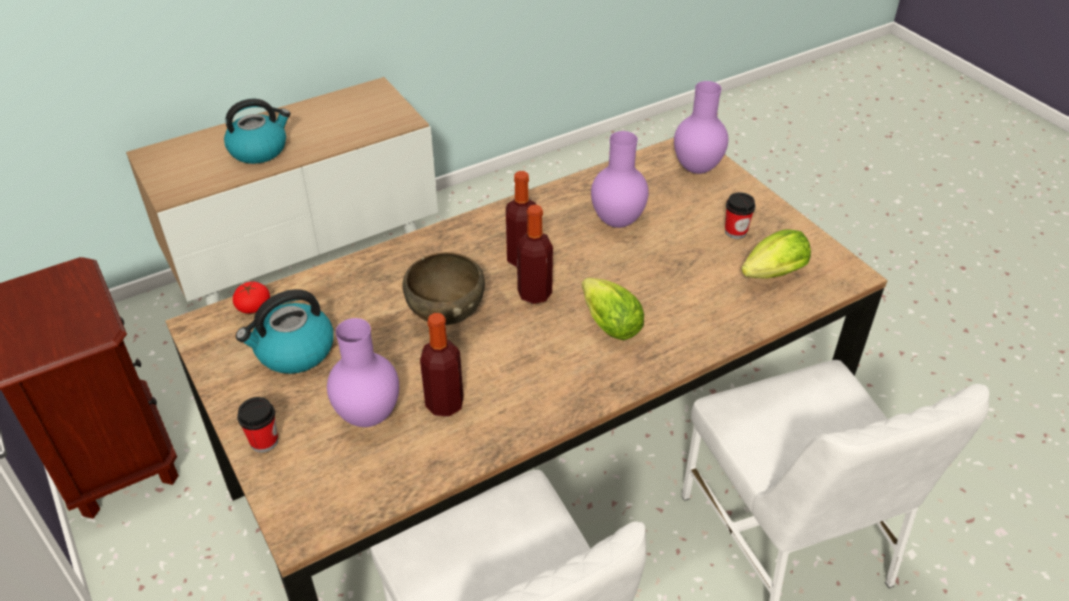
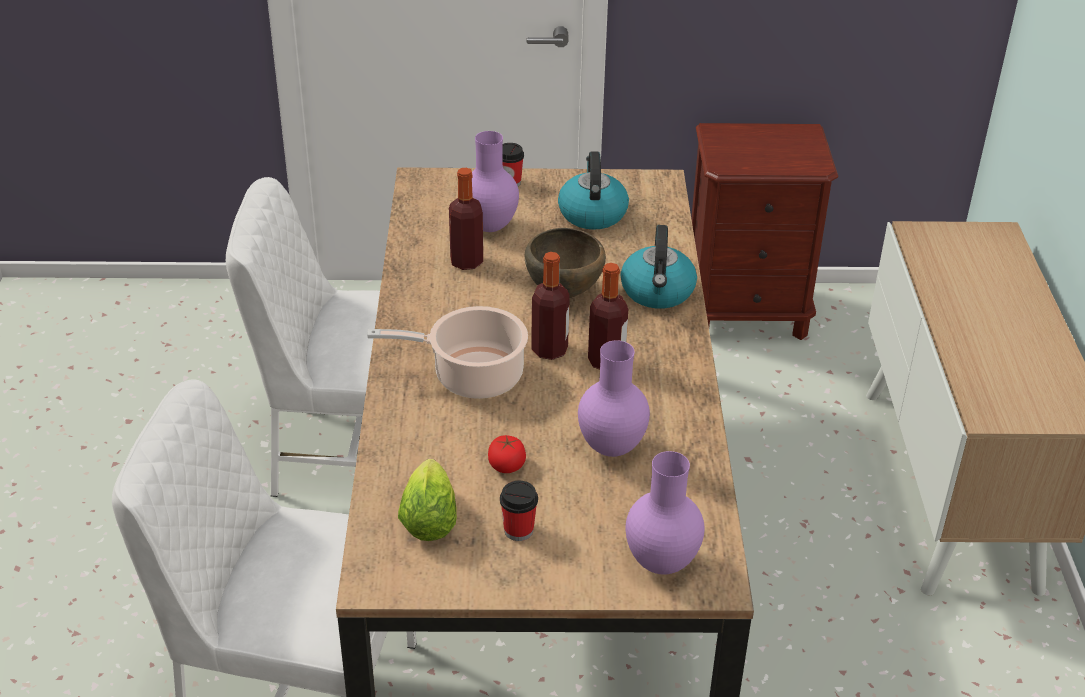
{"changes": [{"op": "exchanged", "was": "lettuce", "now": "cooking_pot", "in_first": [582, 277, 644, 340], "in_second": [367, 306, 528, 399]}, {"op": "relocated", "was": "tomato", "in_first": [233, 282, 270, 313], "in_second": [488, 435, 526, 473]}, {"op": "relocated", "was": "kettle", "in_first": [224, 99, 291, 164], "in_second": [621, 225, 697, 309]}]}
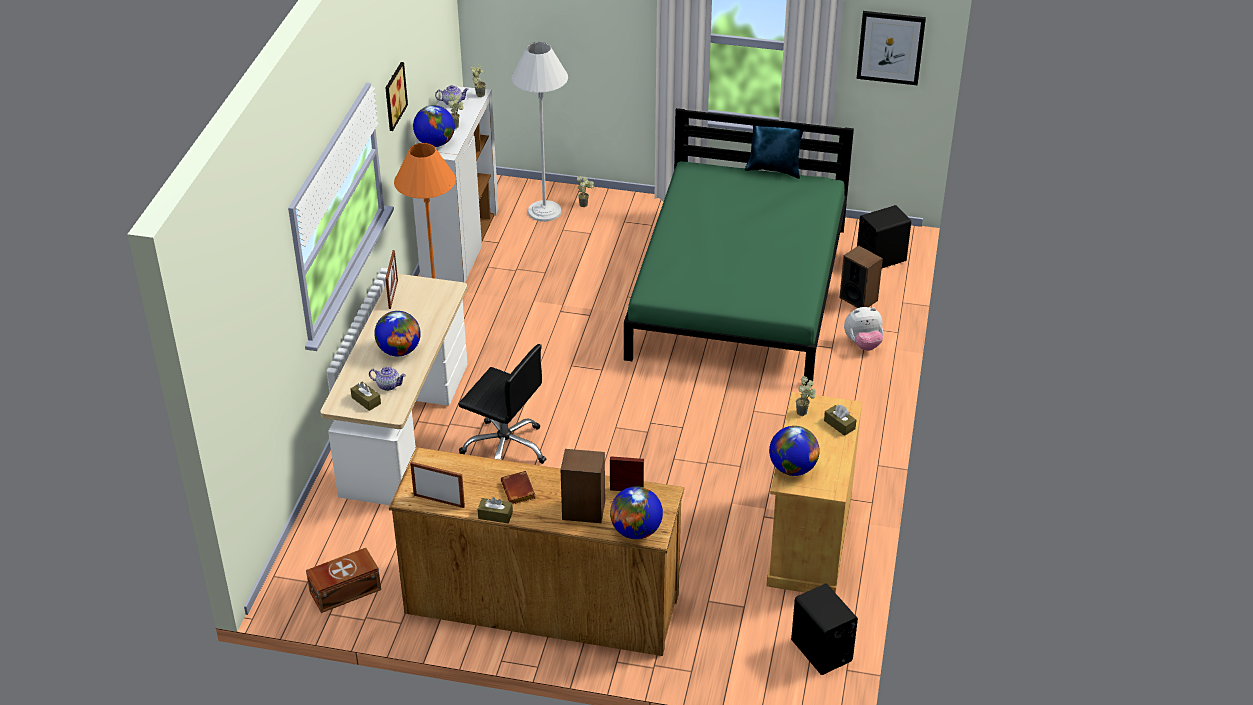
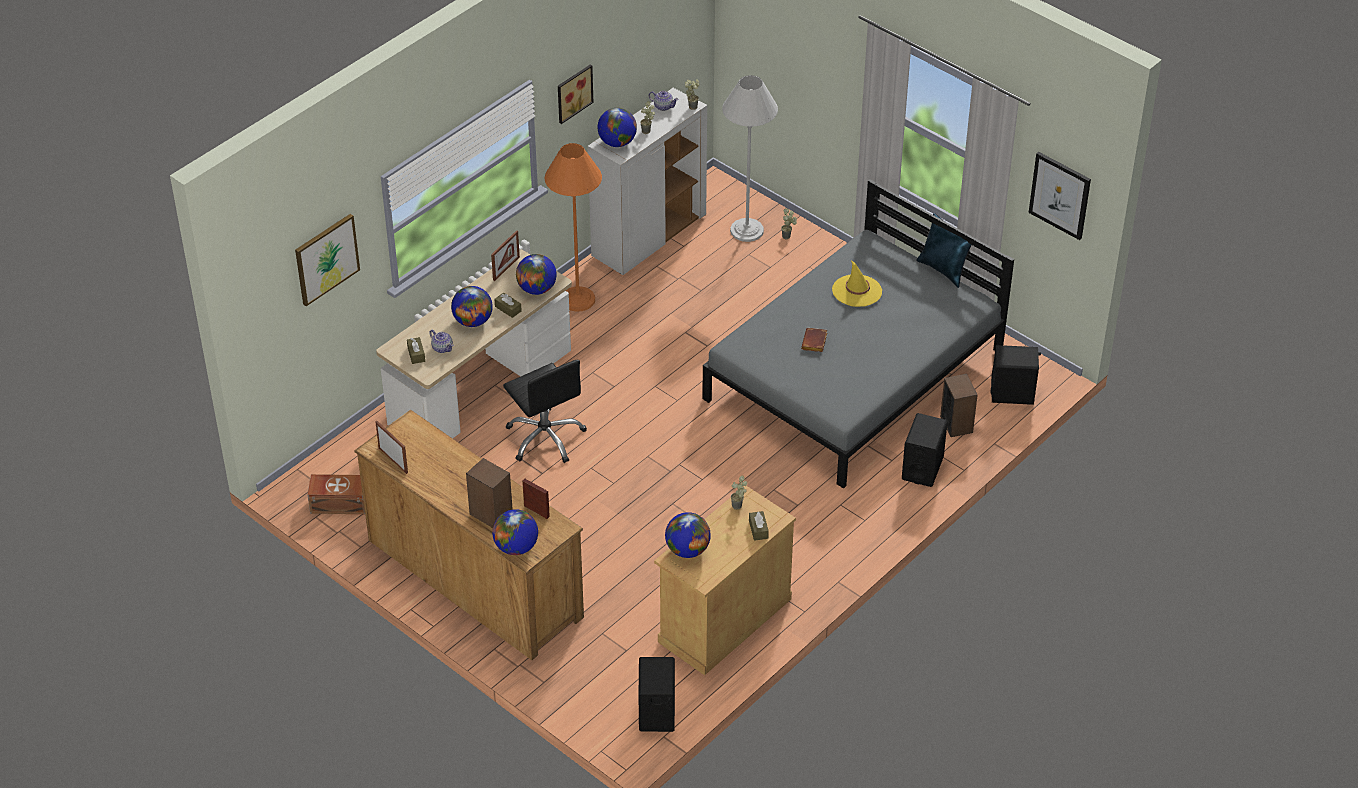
{"changes": [{"op": "appeared", "now": "picture", "in_second": [295, 214, 360, 306]}, {"op": "relocated", "was": "brown_tissue_box", "in_first": [478, 497, 513, 523], "in_second": [494, 292, 522, 318]}, {"op": "appeared", "now": "globe", "in_second": [516, 254, 557, 295]}, {"op": "colour", "was": "green_bed", "now": "grey_bed", "in_first": [624, 108, 854, 386], "in_second": [702, 179, 1014, 489]}, {"op": "relocated", "was": "brown_book", "in_first": [501, 471, 536, 504], "in_second": [801, 328, 827, 352]}, {"op": "appeared", "now": "yellow_hat", "in_second": [832, 260, 882, 307]}, {"op": "exchanged", "was": "plush_toy", "now": "black_speaker", "in_first": [844, 307, 884, 351], "in_second": [902, 413, 947, 487]}]}
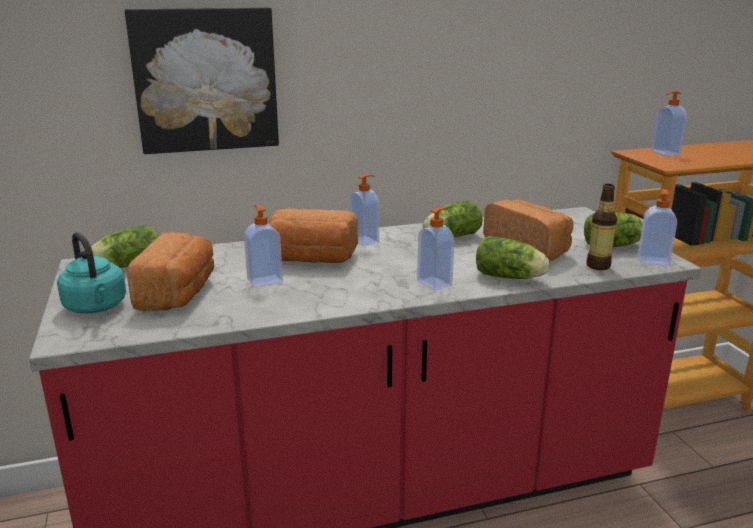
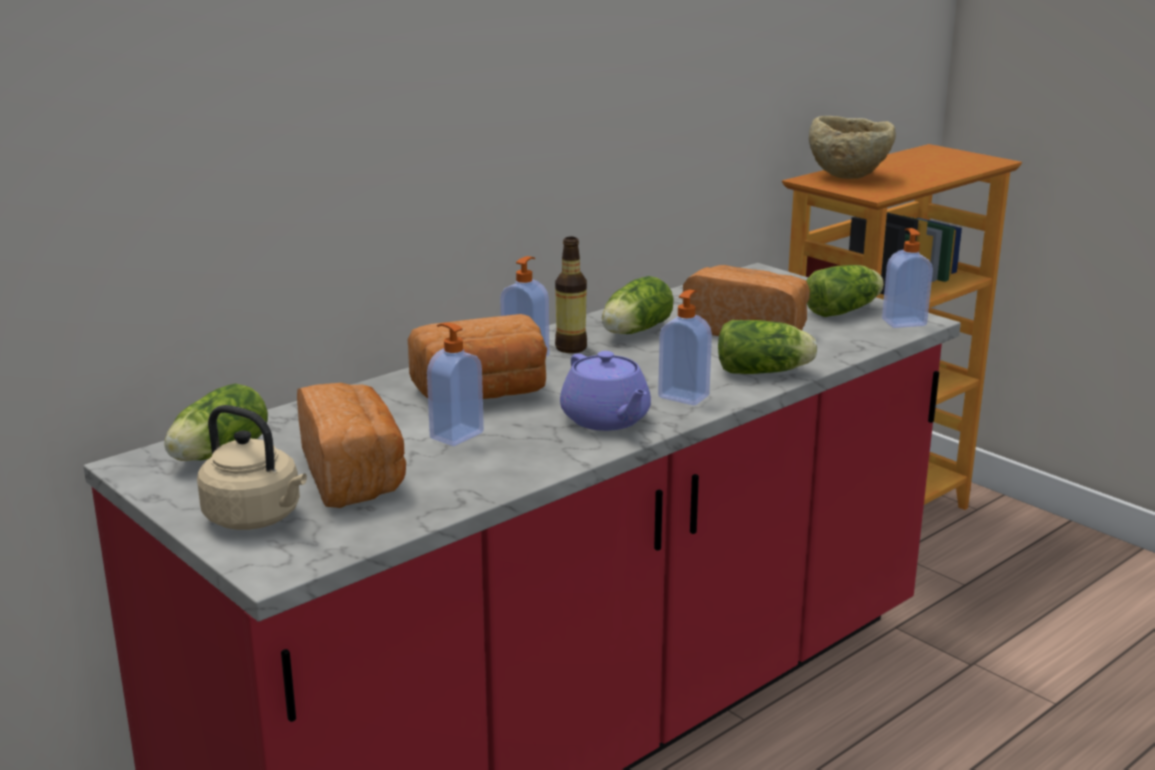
{"changes": [{"op": "colour", "was": "turquoise_kettle", "now": "beige_kettle", "in_first": [57, 232, 126, 314], "in_second": [197, 405, 307, 530]}, {"op": "relocated", "was": "bottle", "in_first": [587, 184, 617, 270], "in_second": [555, 237, 587, 353]}, {"op": "appeared", "now": "purple_teapot", "in_second": [560, 351, 651, 431]}, {"op": "exchanged", "was": "soap_dispenser", "now": "beige_bowl", "in_first": [651, 91, 687, 156], "in_second": [809, 116, 896, 179]}, {"op": "missing", "was": "picture", "in_first": [125, 7, 279, 154]}]}
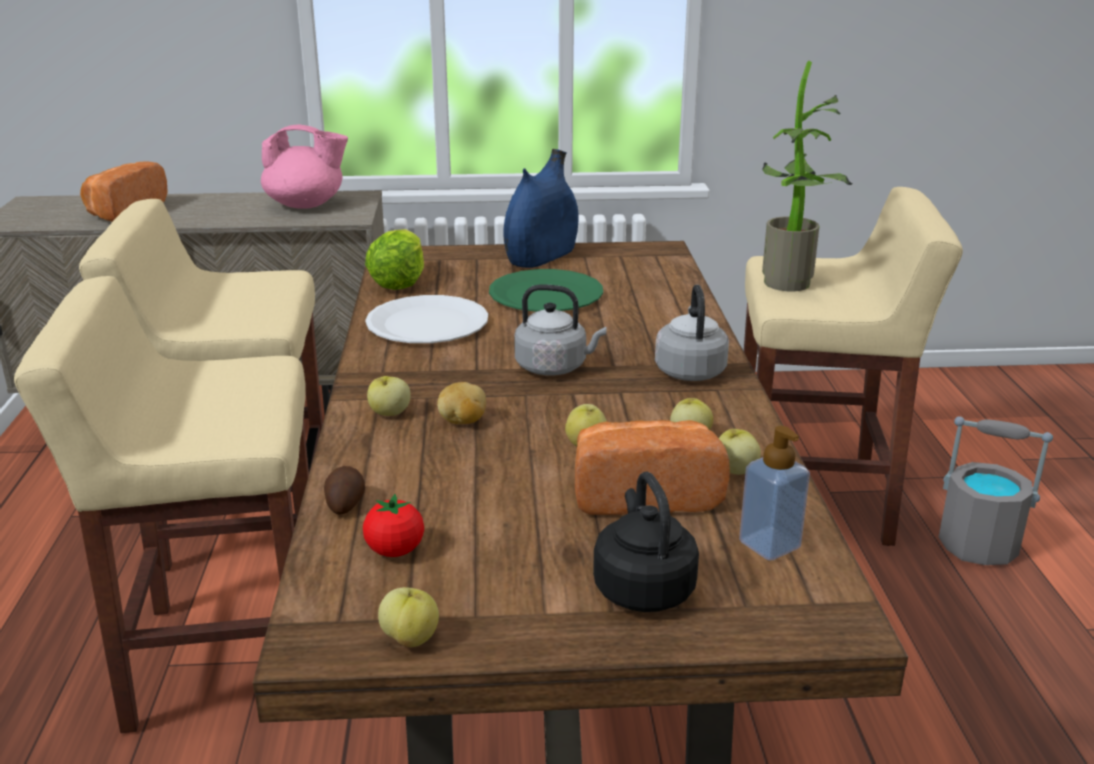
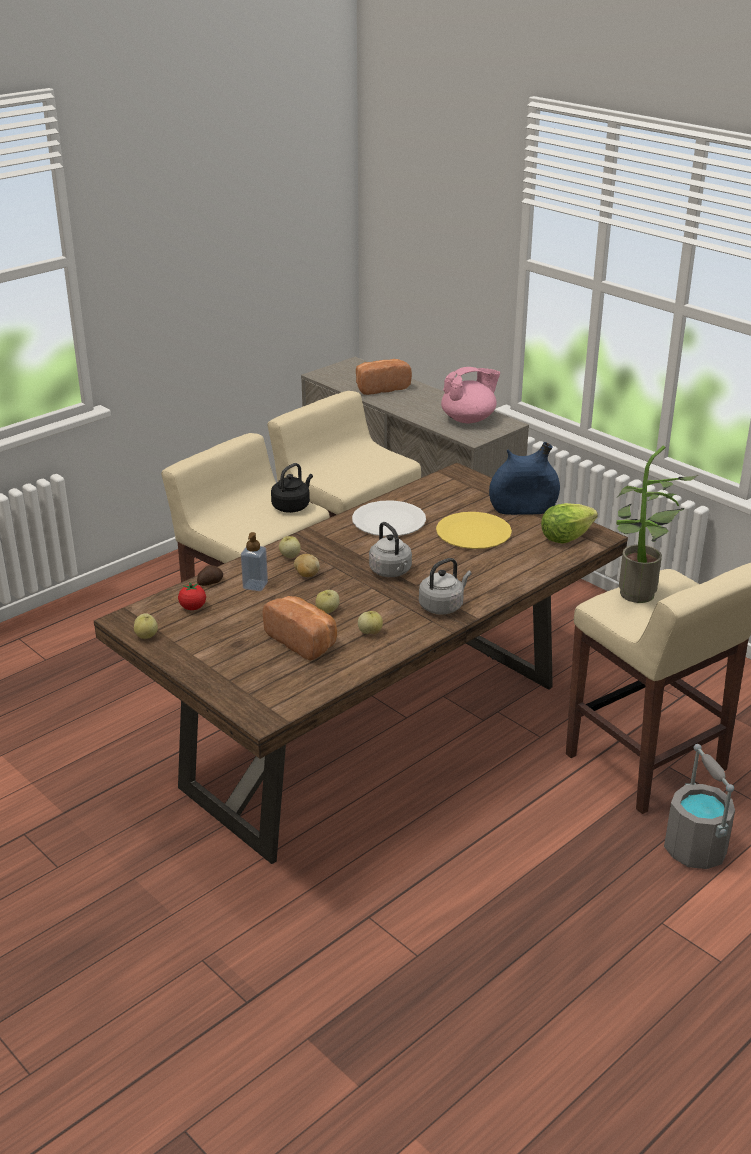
{"changes": [{"op": "relocated", "was": "soap_dispenser", "in_first": [739, 426, 810, 561], "in_second": [241, 532, 268, 591]}, {"op": "relocated", "was": "black_kettle", "in_first": [593, 472, 699, 612], "in_second": [271, 463, 313, 513]}, {"op": "colour", "was": "green_plate", "now": "yellow_plate", "in_first": [489, 269, 603, 312], "in_second": [436, 512, 512, 549]}, {"op": "spun", "was": "pink_teapot", "in_first": [261, 125, 348, 208], "in_second": [441, 367, 500, 423], "clockwise": -75}, {"op": "relocated", "was": "lettuce", "in_first": [365, 229, 424, 290], "in_second": [541, 503, 598, 543]}, {"op": "missing", "was": "apple", "in_first": [719, 429, 761, 475]}]}
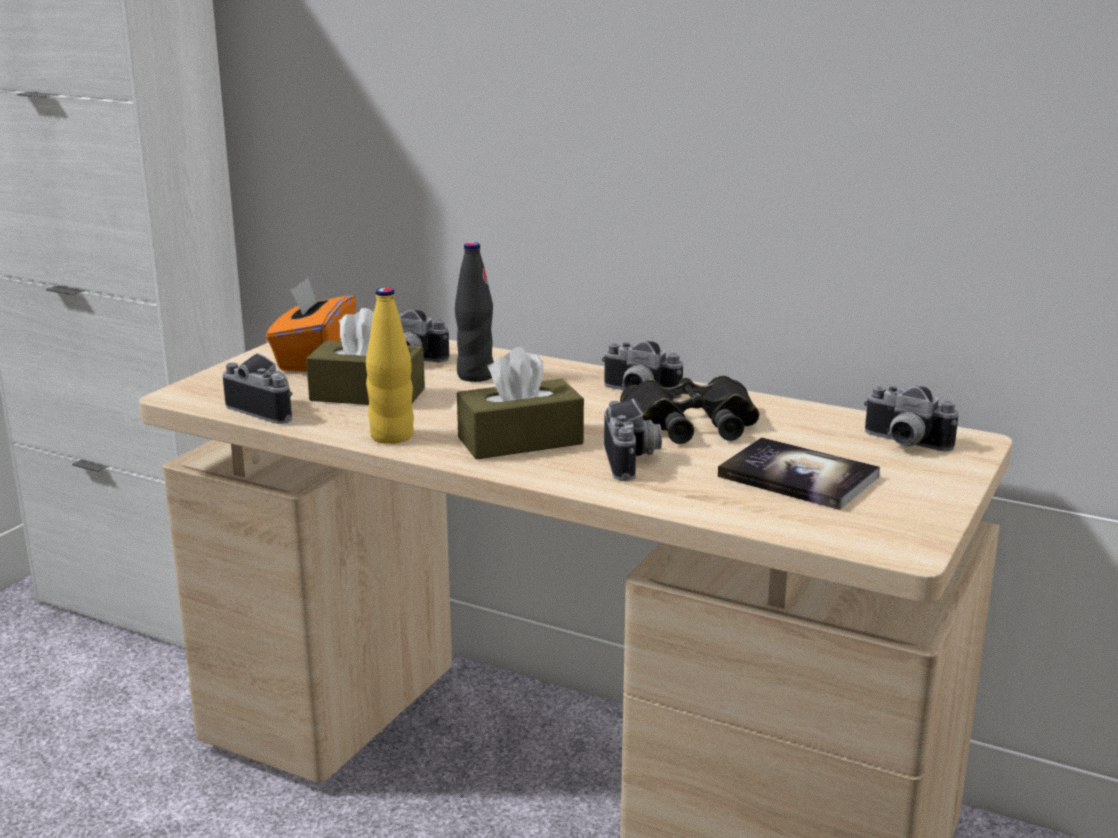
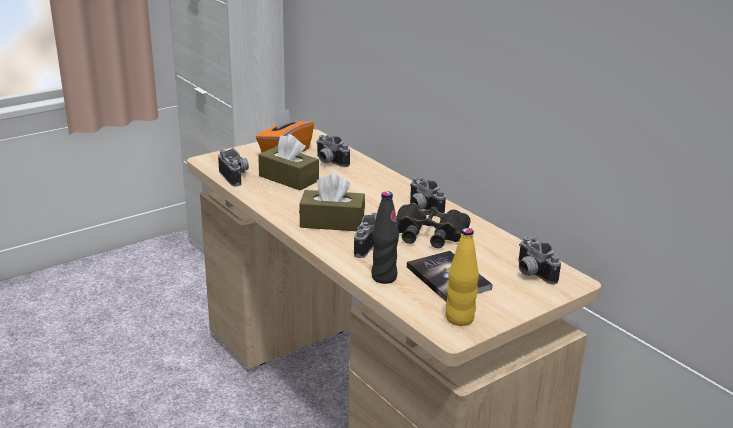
{"changes": [{"op": "relocated", "was": "black_bottle", "in_first": [455, 242, 494, 382], "in_second": [371, 191, 399, 284]}, {"op": "relocated", "was": "yellow_bottle", "in_first": [366, 287, 414, 444], "in_second": [446, 228, 479, 326]}]}
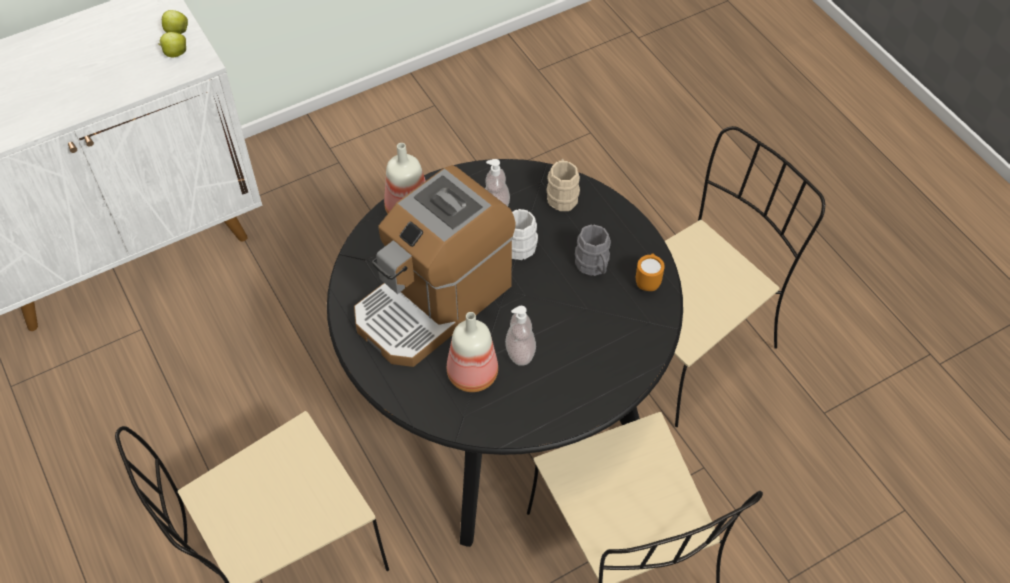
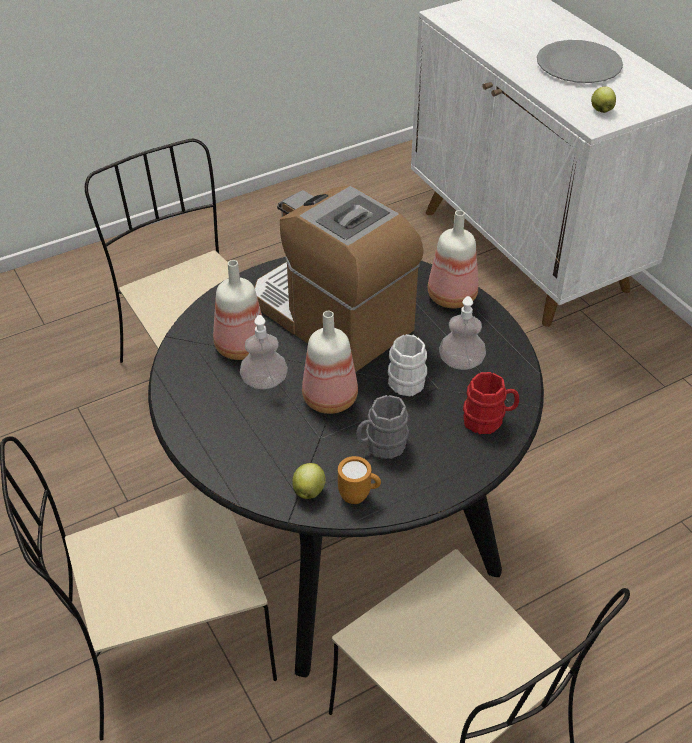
{"changes": [{"op": "relocated", "was": "apple", "in_first": [162, 10, 188, 34], "in_second": [292, 463, 326, 499]}, {"op": "appeared", "now": "bottle", "in_second": [302, 311, 358, 414]}, {"op": "colour", "was": "beige_mug", "now": "red_mug", "in_first": [546, 159, 580, 211], "in_second": [463, 372, 519, 434]}, {"op": "appeared", "now": "grey_plate", "in_second": [537, 40, 623, 83]}]}
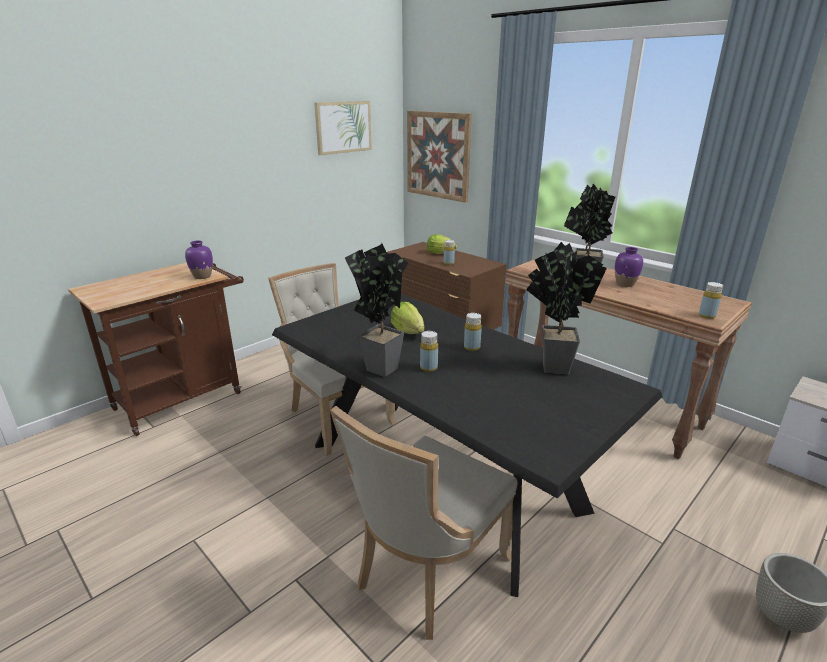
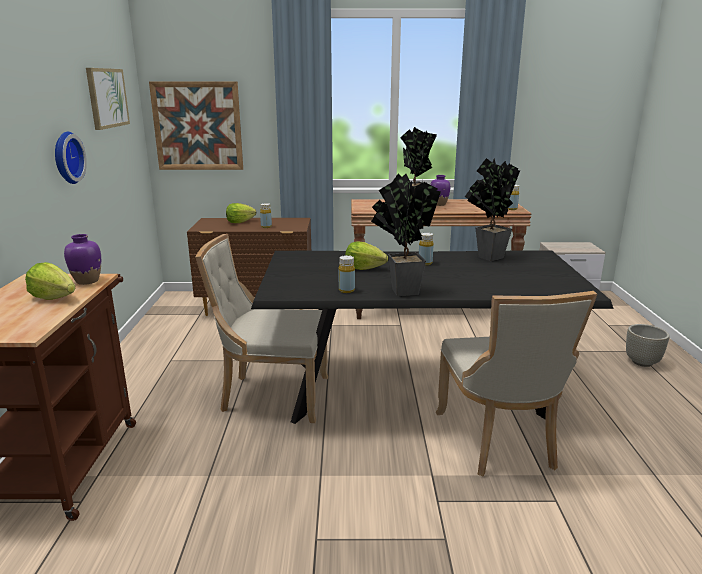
{"changes": [{"op": "appeared", "now": "lettuce", "in_second": [25, 262, 76, 300]}, {"op": "appeared", "now": "wall_clock", "in_second": [55, 132, 87, 184]}, {"op": "relocated", "was": "yellow_bottle", "in_first": [420, 331, 438, 372], "in_second": [339, 255, 355, 293]}]}
